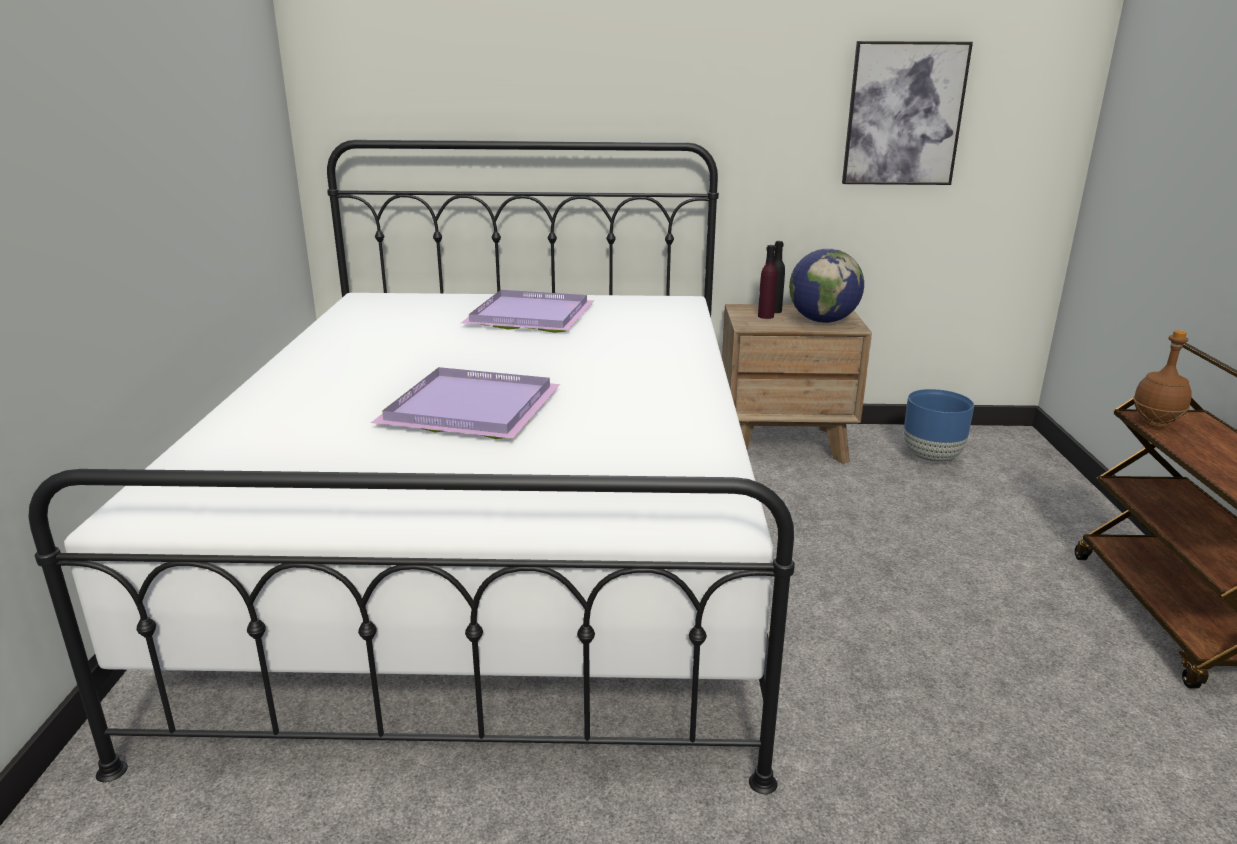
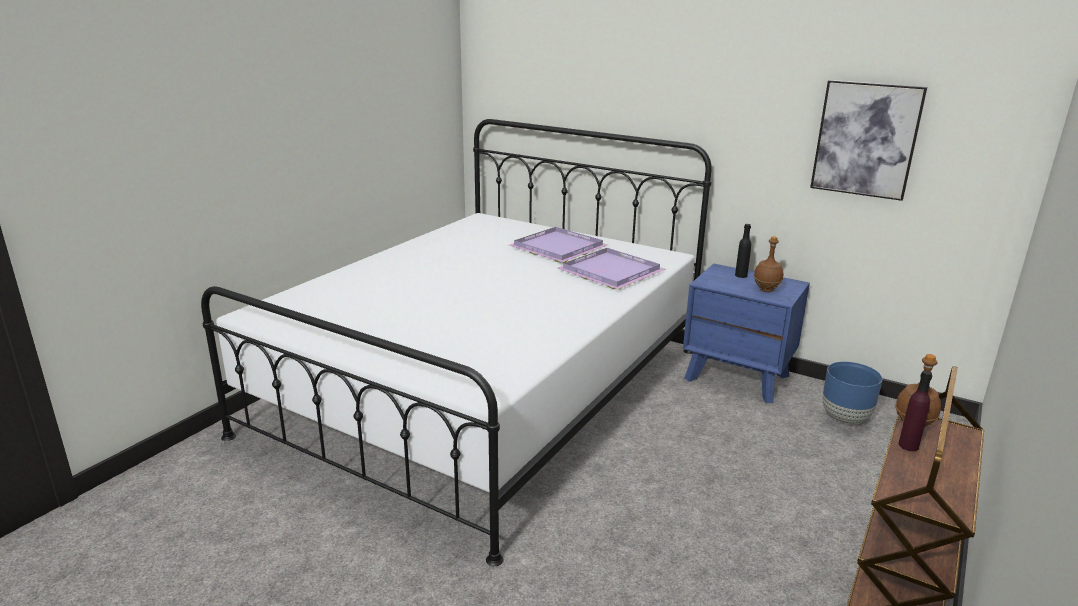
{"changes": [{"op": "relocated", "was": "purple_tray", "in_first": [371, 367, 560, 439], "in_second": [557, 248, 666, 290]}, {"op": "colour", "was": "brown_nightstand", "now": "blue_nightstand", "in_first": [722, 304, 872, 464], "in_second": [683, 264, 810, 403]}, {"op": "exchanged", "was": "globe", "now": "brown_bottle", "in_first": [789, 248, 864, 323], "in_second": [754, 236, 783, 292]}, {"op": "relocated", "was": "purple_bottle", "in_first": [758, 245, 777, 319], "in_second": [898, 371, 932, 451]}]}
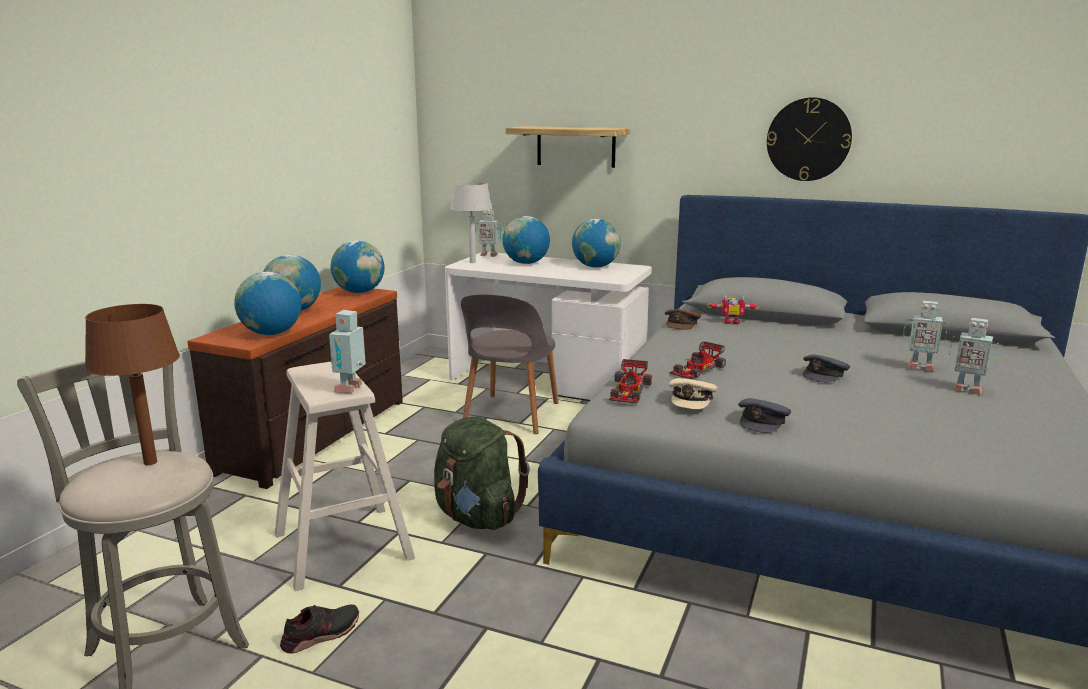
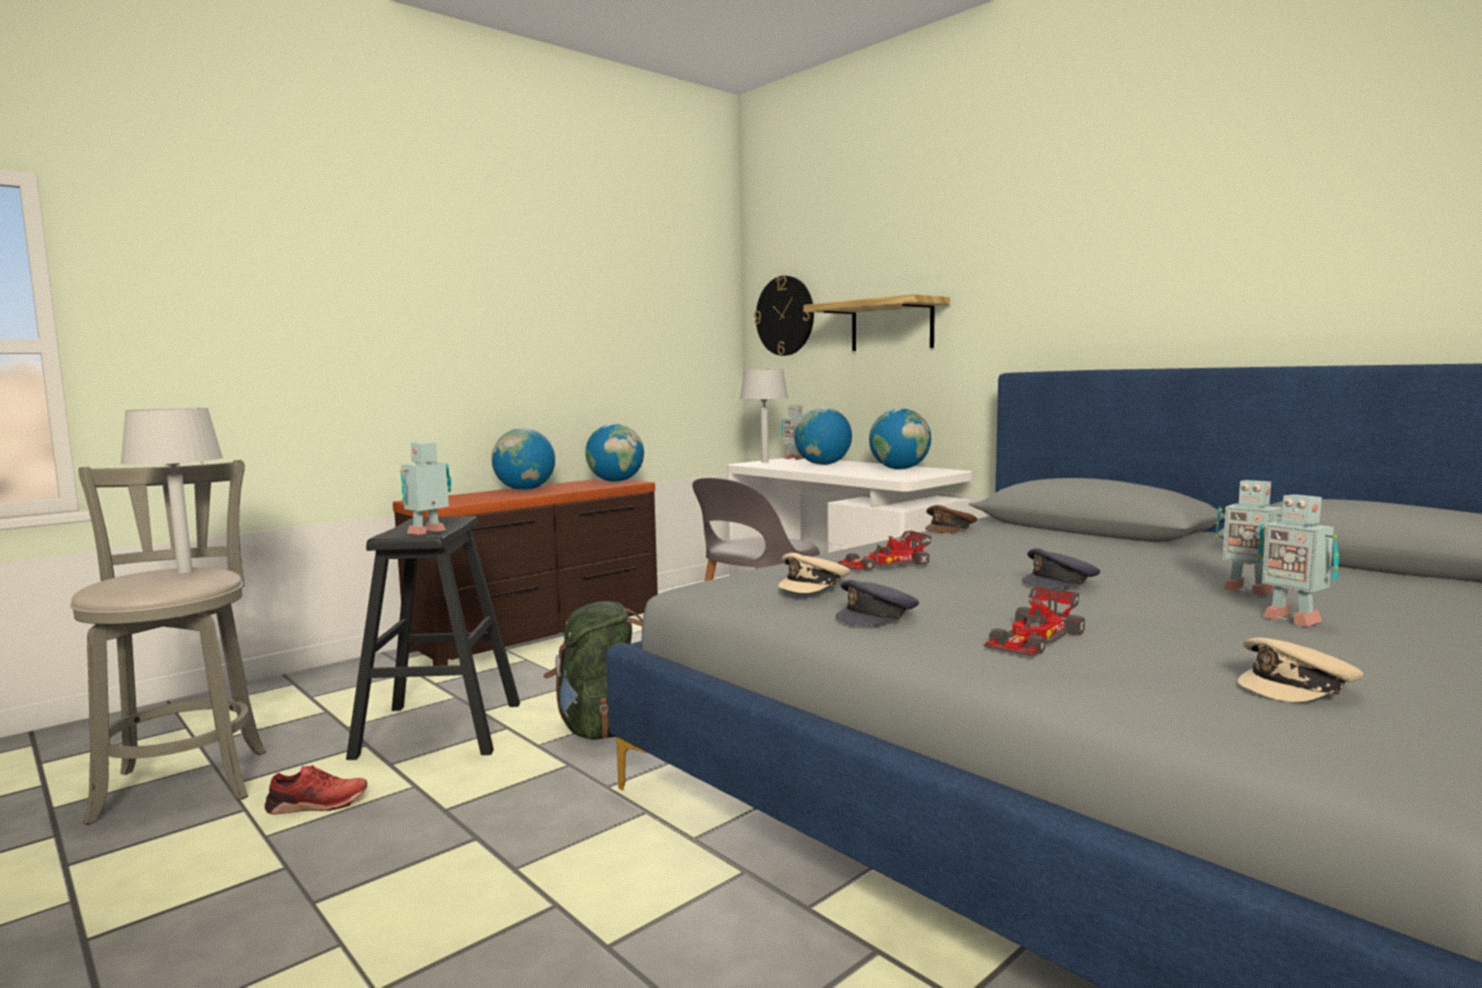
{"changes": [{"op": "colour", "was": "brown_table_lamp", "now": "grey_table_lamp", "in_first": [85, 304, 180, 465], "in_second": [120, 408, 223, 573]}, {"op": "colour", "was": "black_shoe", "now": "red_shoe", "in_first": [280, 604, 359, 654], "in_second": [265, 765, 367, 814]}, {"op": "colour", "was": "beige_stool", "now": "black_stool", "in_first": [275, 362, 415, 591], "in_second": [346, 516, 520, 760]}, {"op": "relocated", "was": "wall_clock", "in_first": [767, 97, 852, 181], "in_second": [754, 276, 814, 356]}, {"op": "relocated", "was": "toy_car", "in_first": [609, 359, 652, 403], "in_second": [984, 587, 1085, 656]}, {"op": "appeared", "now": "beige_cap", "in_second": [1237, 638, 1363, 702]}, {"op": "missing", "was": "globe", "in_first": [234, 272, 302, 335]}, {"op": "missing", "was": "toy_robot", "in_first": [707, 296, 760, 324]}]}
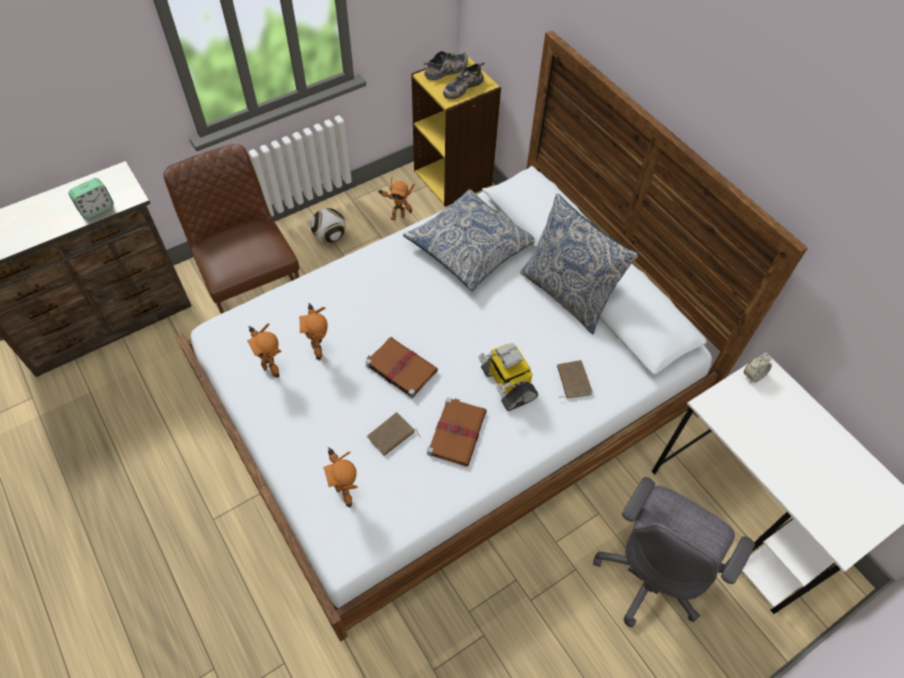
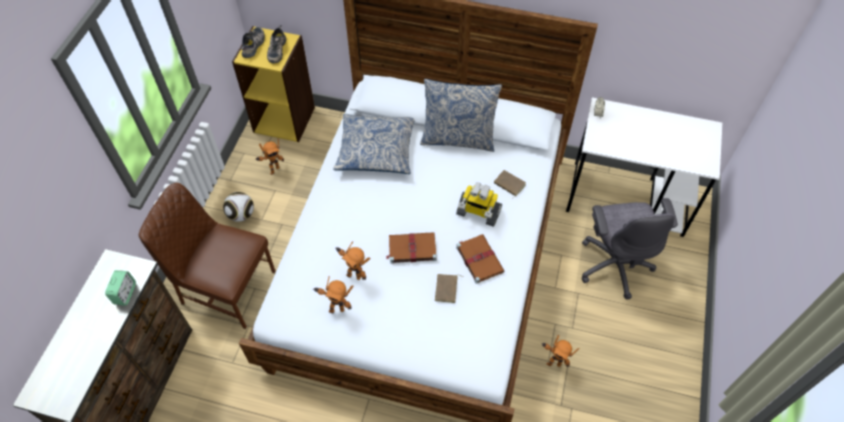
{"changes": [{"op": "relocated", "was": "toy_robot", "in_first": [323, 447, 358, 508], "in_second": [541, 335, 580, 367]}]}
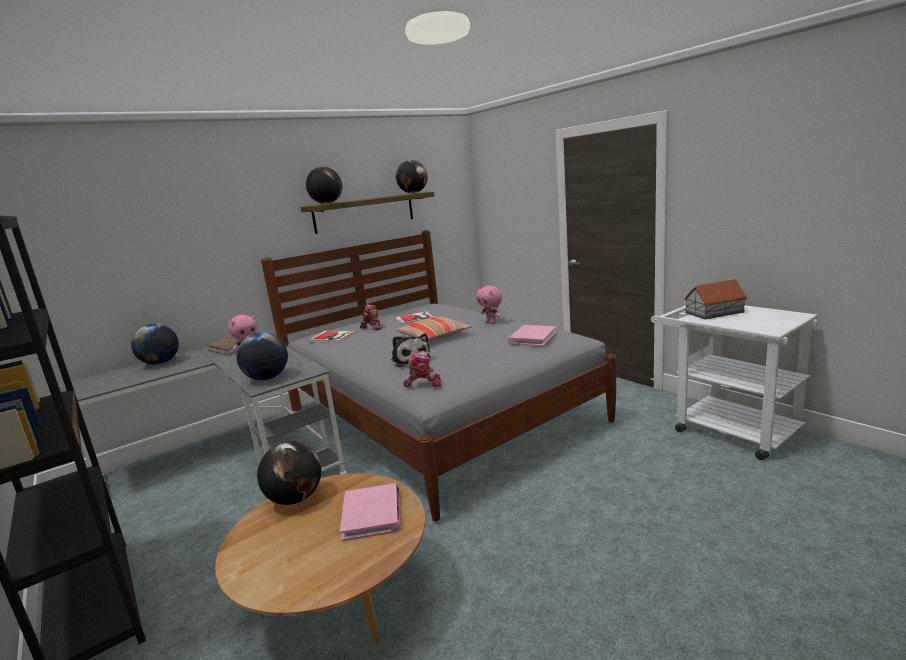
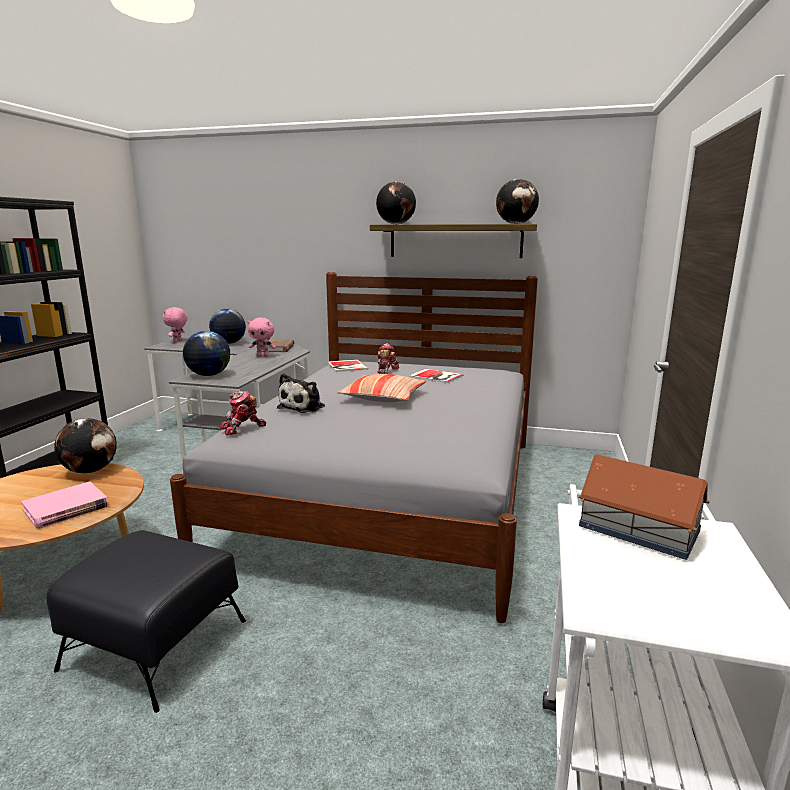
{"changes": [{"op": "appeared", "now": "black_ottoman", "in_second": [46, 530, 246, 713]}, {"op": "relocated", "was": "pink_plush_toy", "in_first": [476, 286, 502, 324], "in_second": [163, 307, 187, 342]}, {"op": "spun", "was": "toy_robot", "in_first": [404, 351, 442, 387], "in_second": [220, 391, 266, 436], "clockwise": 105}, {"op": "missing", "was": "pink_book", "in_first": [508, 325, 557, 346]}]}
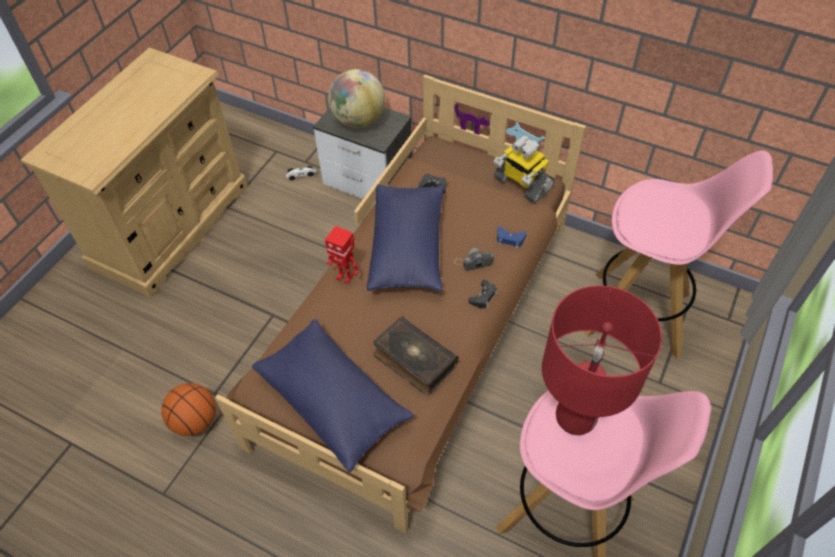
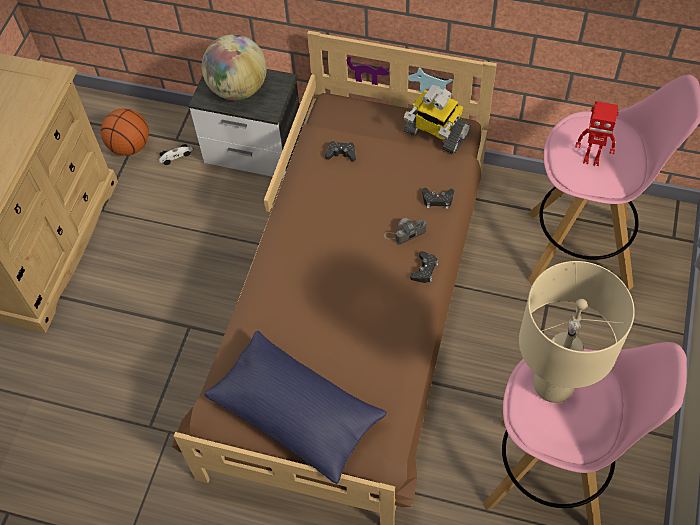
{"changes": [{"op": "relocated", "was": "basketball", "in_first": [161, 383, 216, 436], "in_second": [101, 108, 149, 156]}, {"op": "colour", "was": "blue_game_controller", "now": "black_game_controller", "in_first": [497, 226, 527, 248], "in_second": [422, 188, 454, 209]}, {"op": "colour", "was": "red_table_lamp", "now": "beige_table_lamp", "in_first": [542, 285, 662, 435], "in_second": [519, 261, 635, 403]}, {"op": "relocated", "was": "toy_robot", "in_first": [325, 226, 359, 285], "in_second": [575, 101, 619, 166]}, {"op": "missing", "was": "blue_pillow", "in_first": [367, 185, 445, 291]}, {"op": "missing", "was": "book", "in_first": [373, 316, 459, 396]}]}
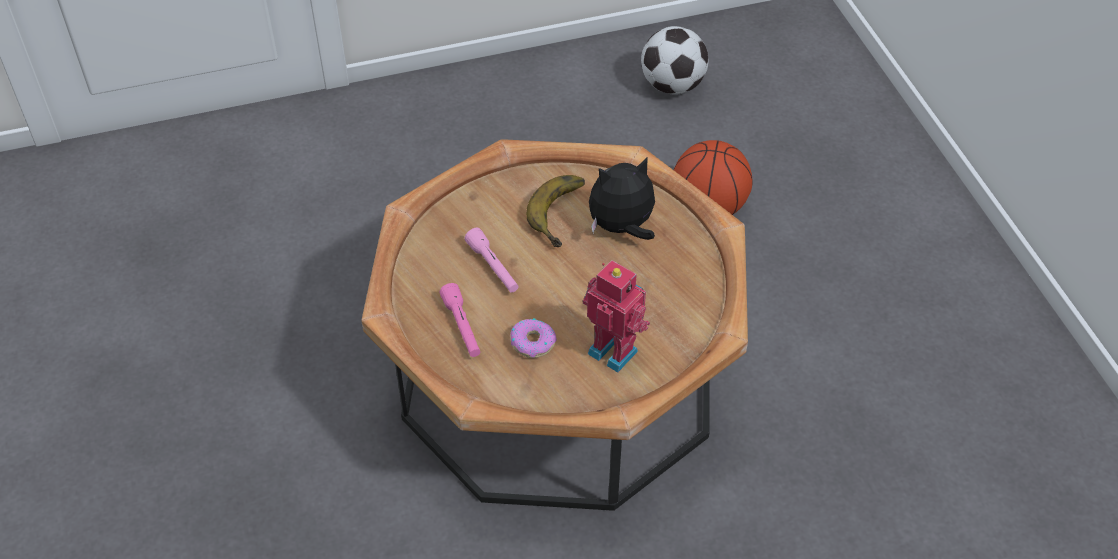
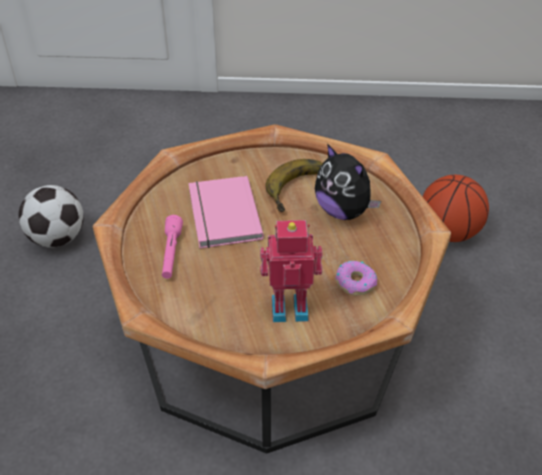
{"changes": [{"op": "relocated", "was": "football", "in_first": [641, 26, 708, 95], "in_second": [19, 185, 83, 248]}, {"op": "exchanged", "was": "pink_flashlight", "now": "pink_book", "in_first": [465, 228, 519, 293], "in_second": [188, 176, 264, 248]}, {"op": "spun", "was": "toy_robot", "in_first": [583, 260, 650, 372], "in_second": [260, 220, 322, 322], "clockwise": -60}, {"op": "spun", "was": "plush_toy", "in_first": [589, 158, 655, 240], "in_second": [315, 143, 381, 220], "clockwise": -135}, {"op": "relocated", "was": "donut", "in_first": [510, 318, 557, 358], "in_second": [336, 261, 377, 295]}]}
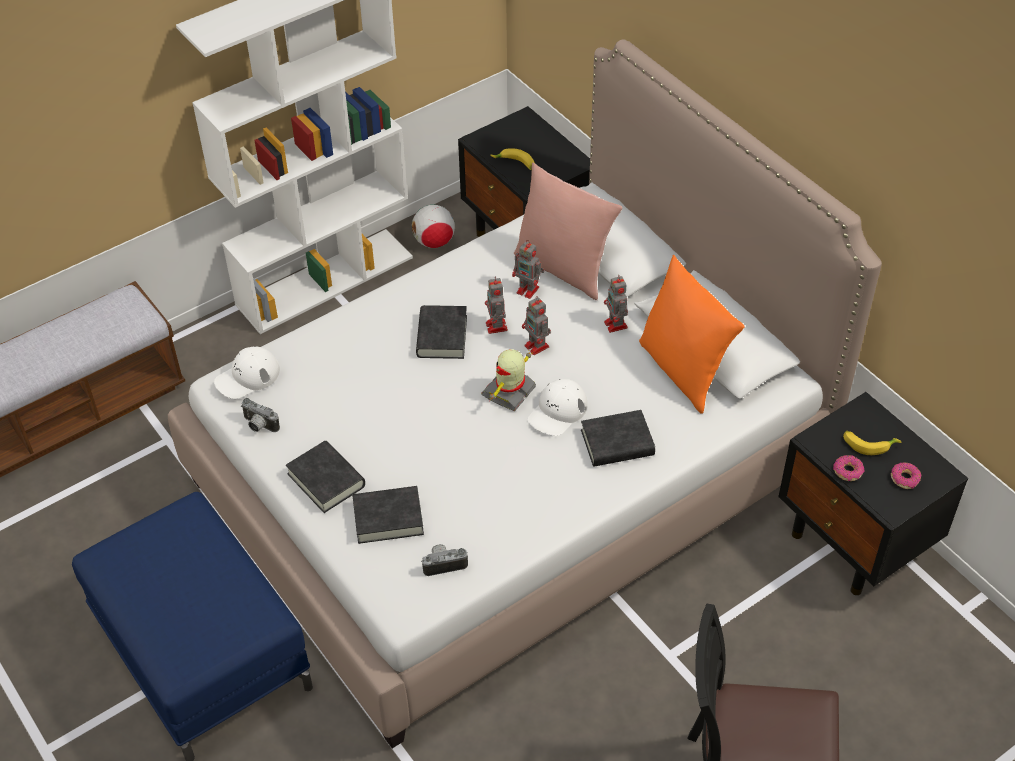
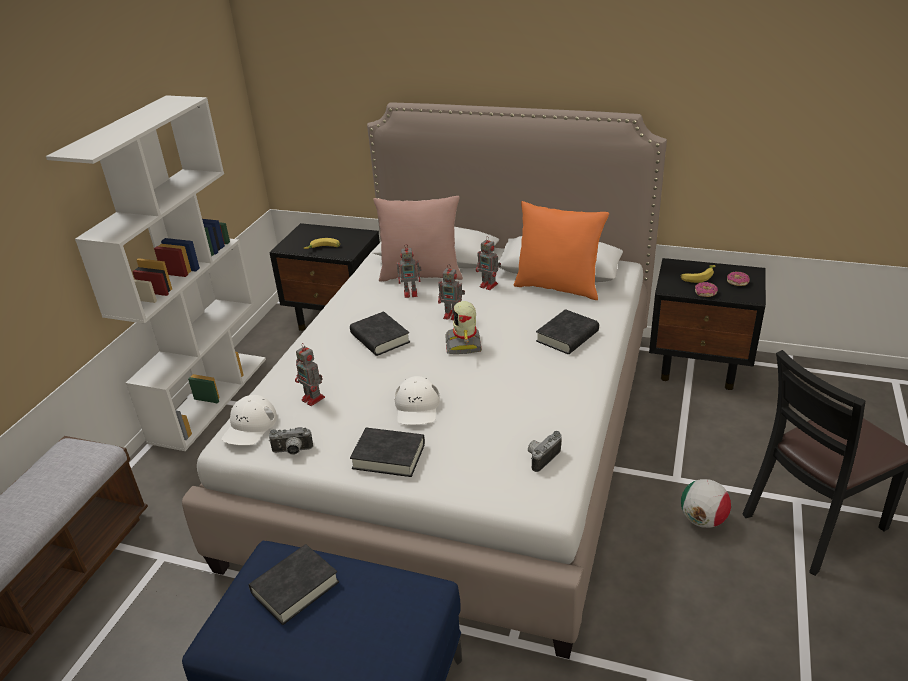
{"changes": [{"op": "relocated", "was": "black_book", "in_first": [352, 486, 424, 544], "in_second": [249, 544, 339, 625]}, {"op": "relocated", "was": "toy_robot", "in_first": [485, 276, 508, 334], "in_second": [295, 344, 325, 406]}, {"op": "relocated", "was": "white_cap", "in_first": [527, 379, 587, 436], "in_second": [394, 376, 440, 425]}, {"op": "relocated", "was": "football", "in_first": [412, 205, 455, 248], "in_second": [681, 479, 731, 528]}]}
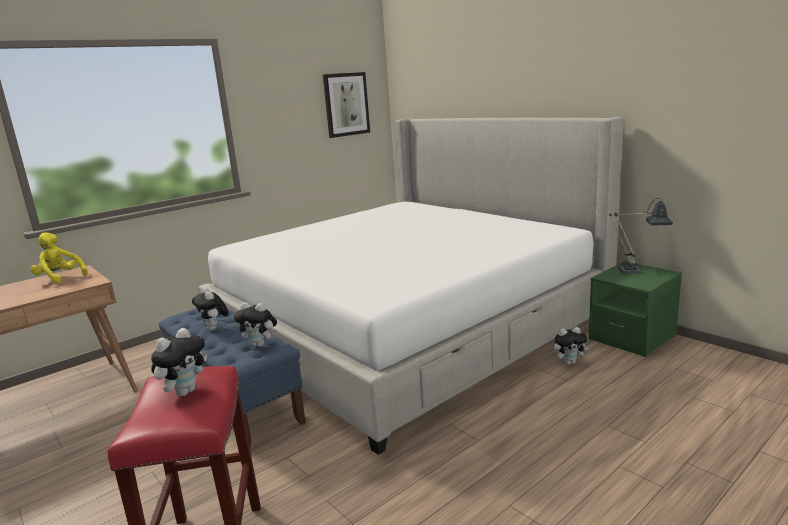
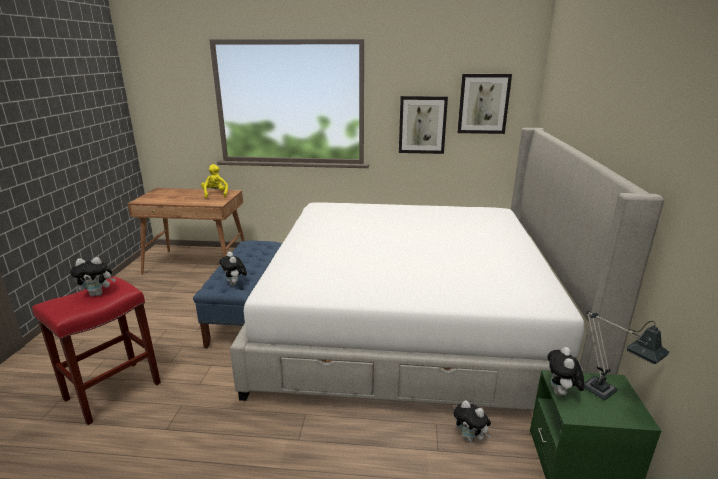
{"changes": [{"op": "appeared", "now": "picture", "in_second": [399, 96, 448, 154]}, {"op": "relocated", "was": "plush_toy", "in_first": [192, 287, 229, 331], "in_second": [547, 347, 584, 396]}]}
